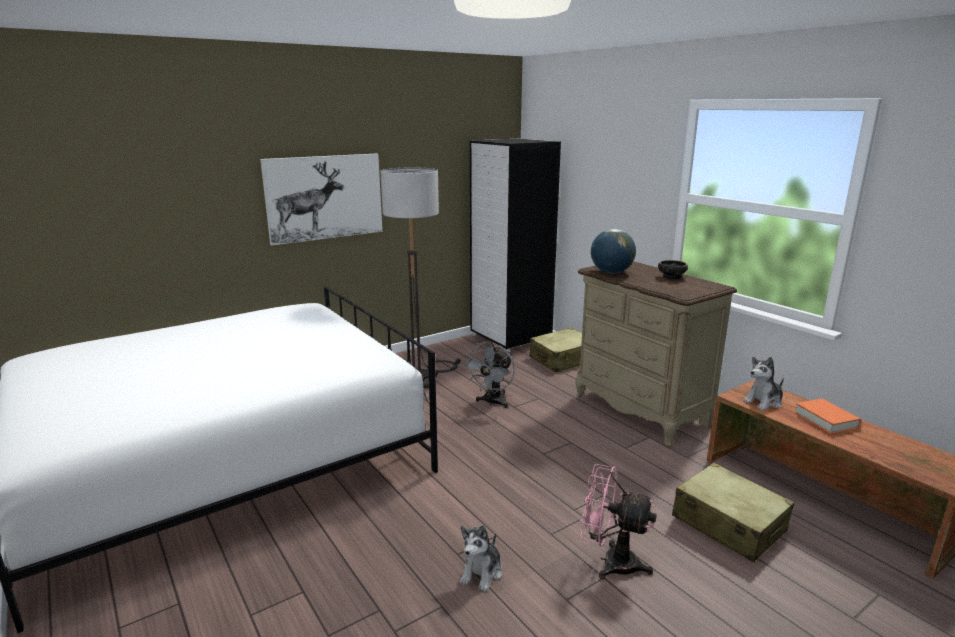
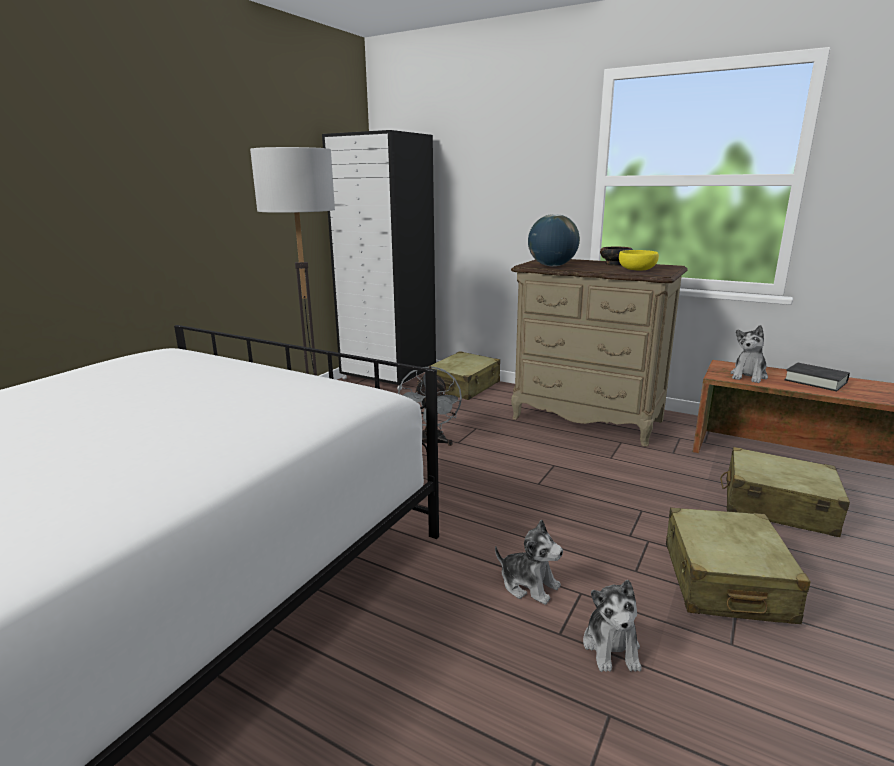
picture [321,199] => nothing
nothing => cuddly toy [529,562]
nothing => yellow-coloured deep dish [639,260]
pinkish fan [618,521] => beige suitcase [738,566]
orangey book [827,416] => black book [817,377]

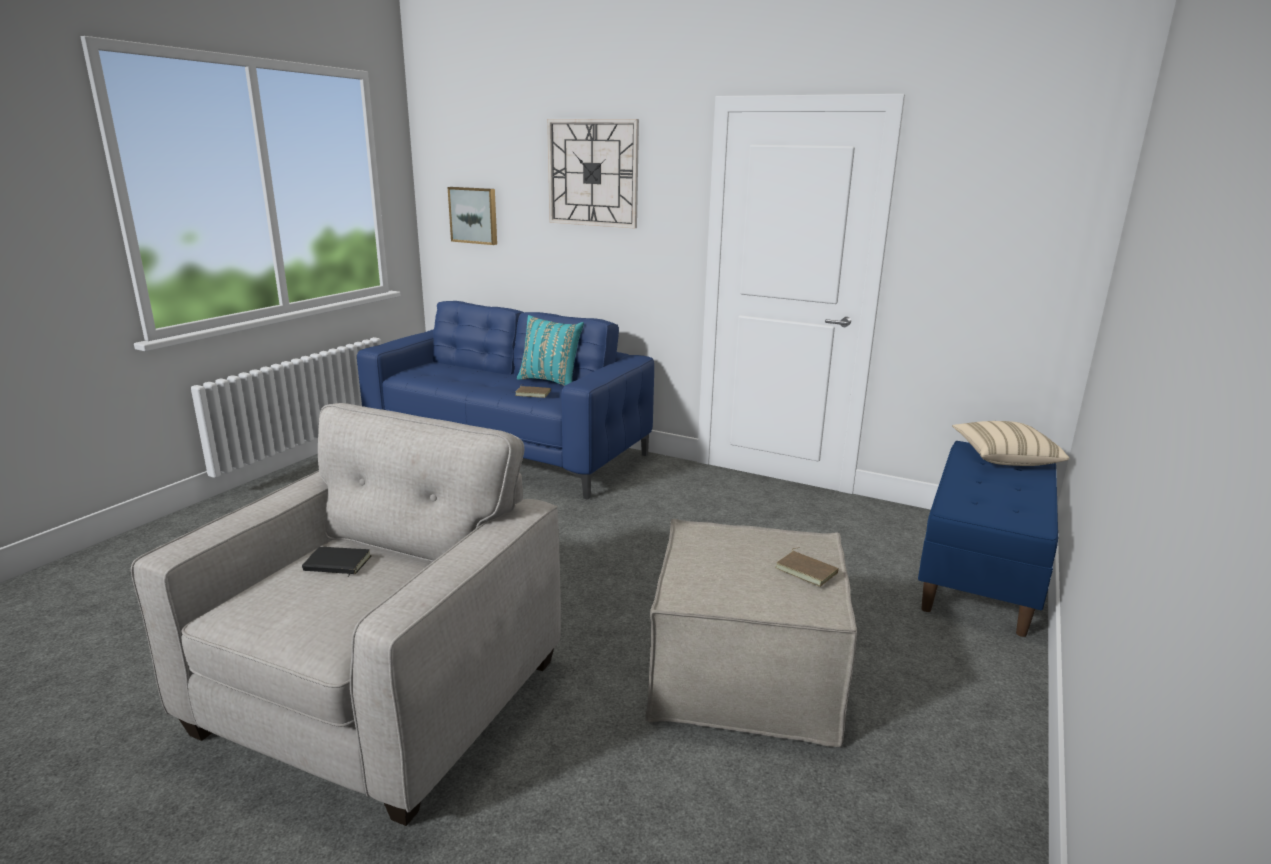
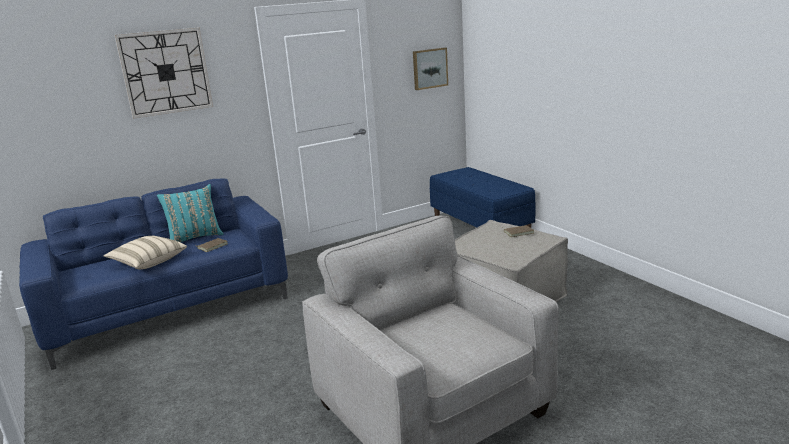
black book [336,562] => nothing
picture [472,216] => picture [430,68], move
beige cushion [1011,443] => beige cushion [145,252], move

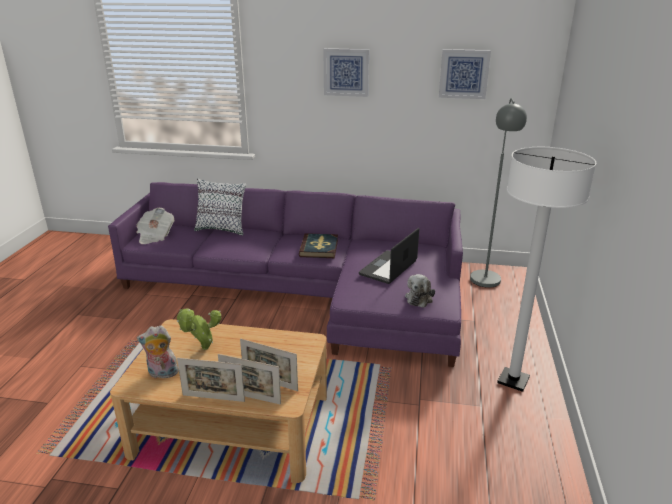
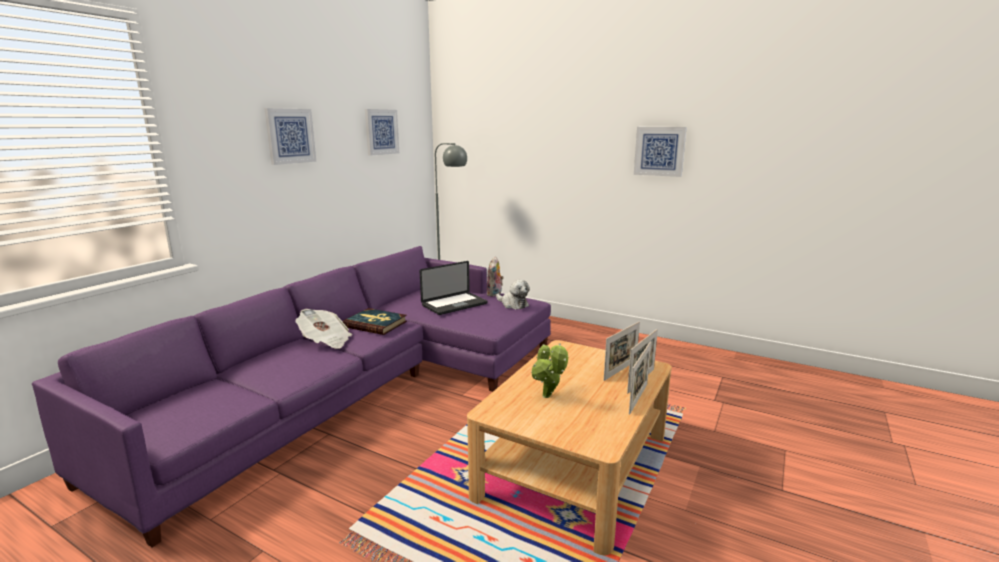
white cushion [220,207] => nothing
white floor lamp [546,269] => nothing
nothing => picture [660,152]
newspaper [155,226] => newspaper [323,329], move
cuddly toy [158,351] => cuddly toy [495,276], move
laptop [389,256] => laptop [453,288], 90 degrees counterclockwise

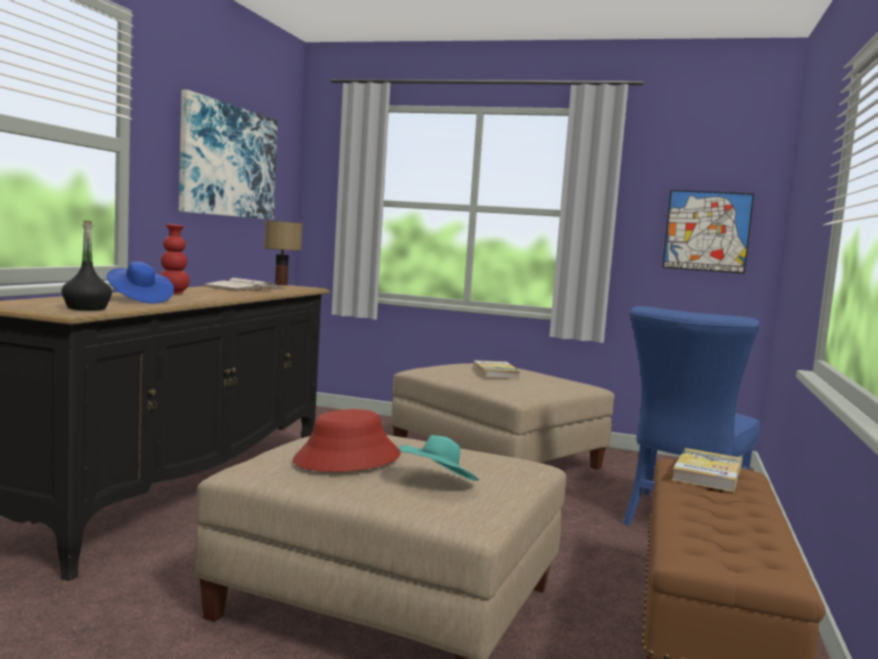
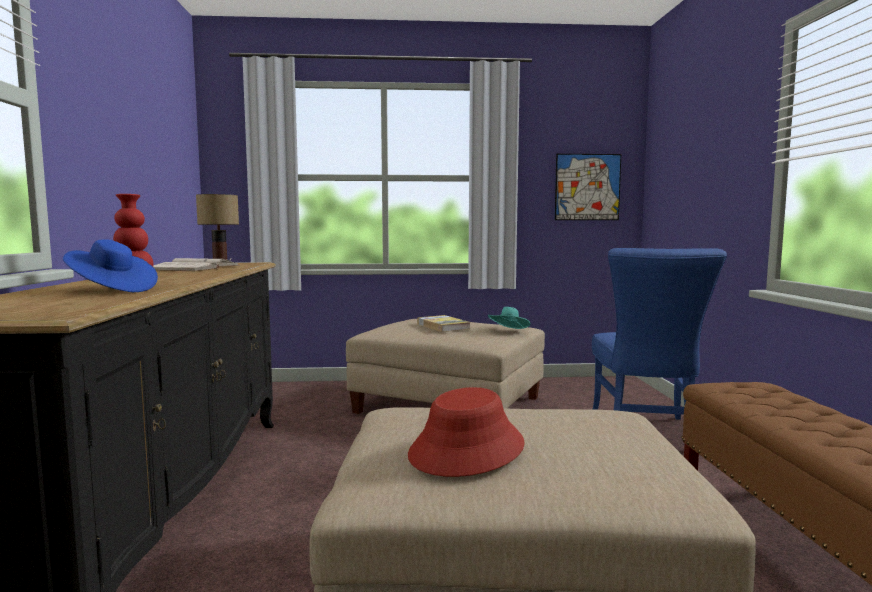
black bottle [86,265] => nothing
picture [228,154] => nothing
book [707,470] => nothing
turquoise clothing hat [439,458] => turquoise clothing hat [508,318], move

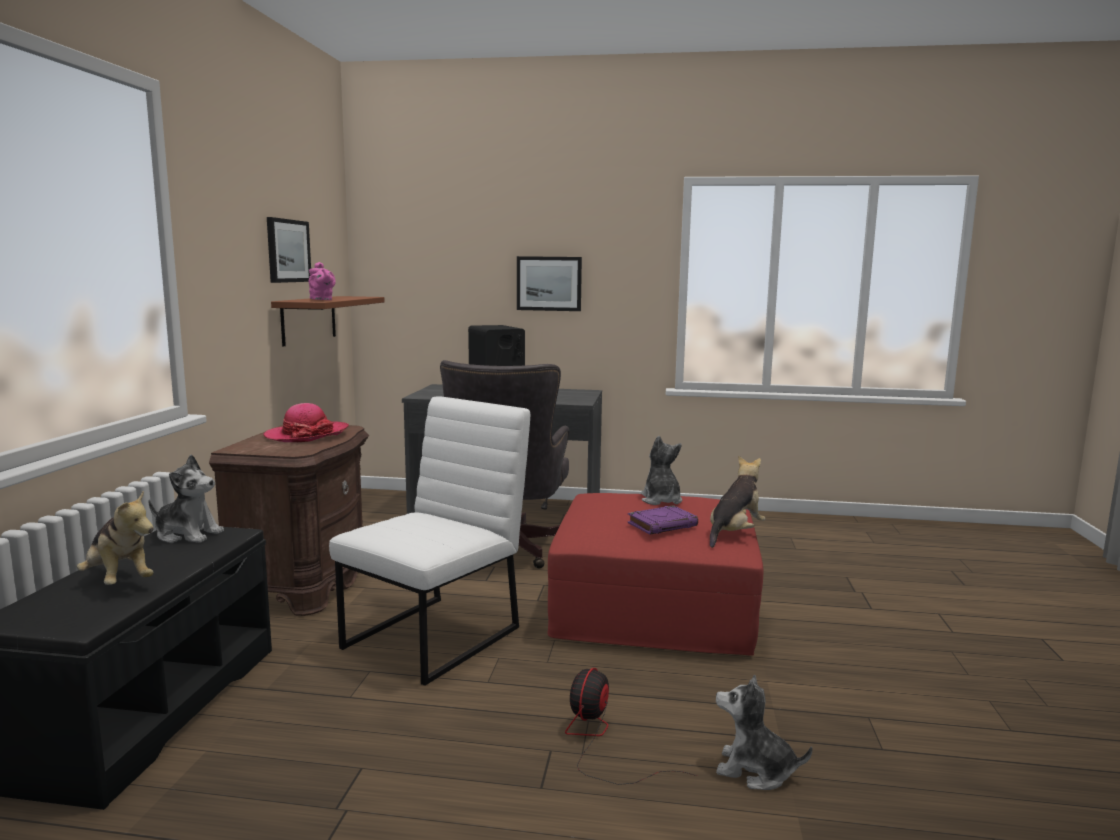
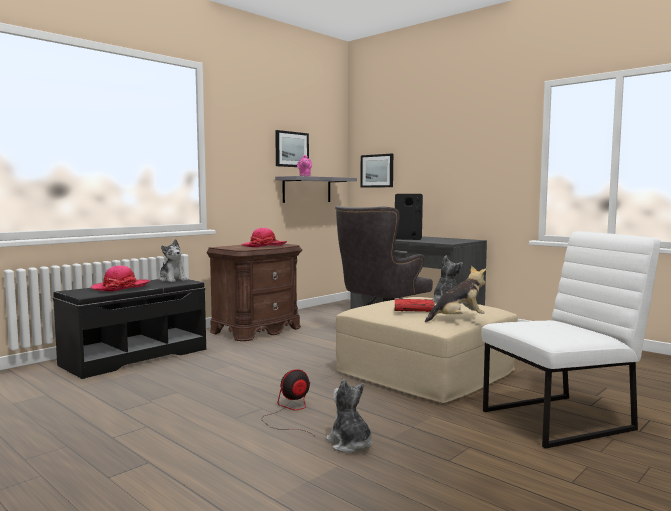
white upright chair [429,541] => white upright chair [571,340], move
picture [549,283] => picture [376,171], move
cuddly toy [115,538] => clothing hat [120,278]
brownish shelf [328,321] => greyish shelf [316,189]
red-coloured ottoman [655,574] => beige ottoman [427,350]
purplish book [663,520] => red-coloured book [415,305]

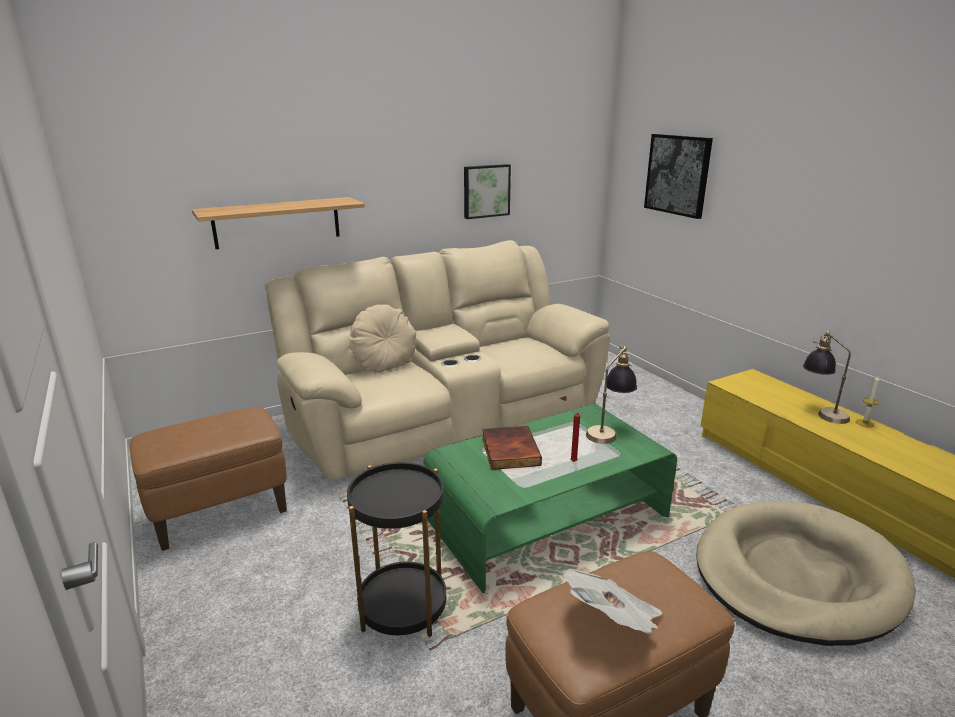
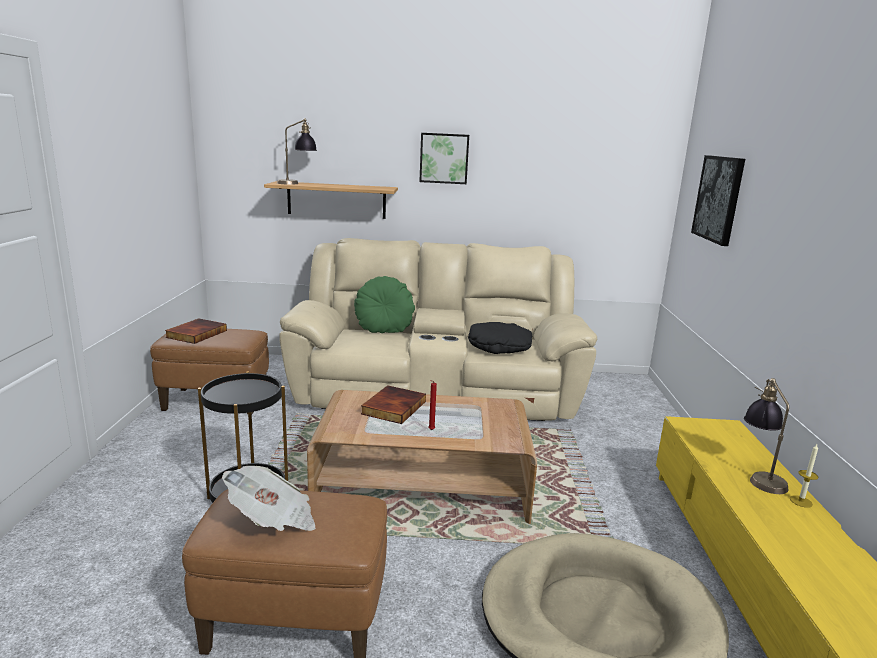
nothing => book [196,331]
nothing => black cushion [500,338]
picture [487,191] => picture [444,158], move
tabletop lamp [611,395] => tabletop lamp [297,151], move
beige cushion [382,339] => green-coloured cushion [384,304]
green-coloured low table [550,498] => brownish low table [422,457]

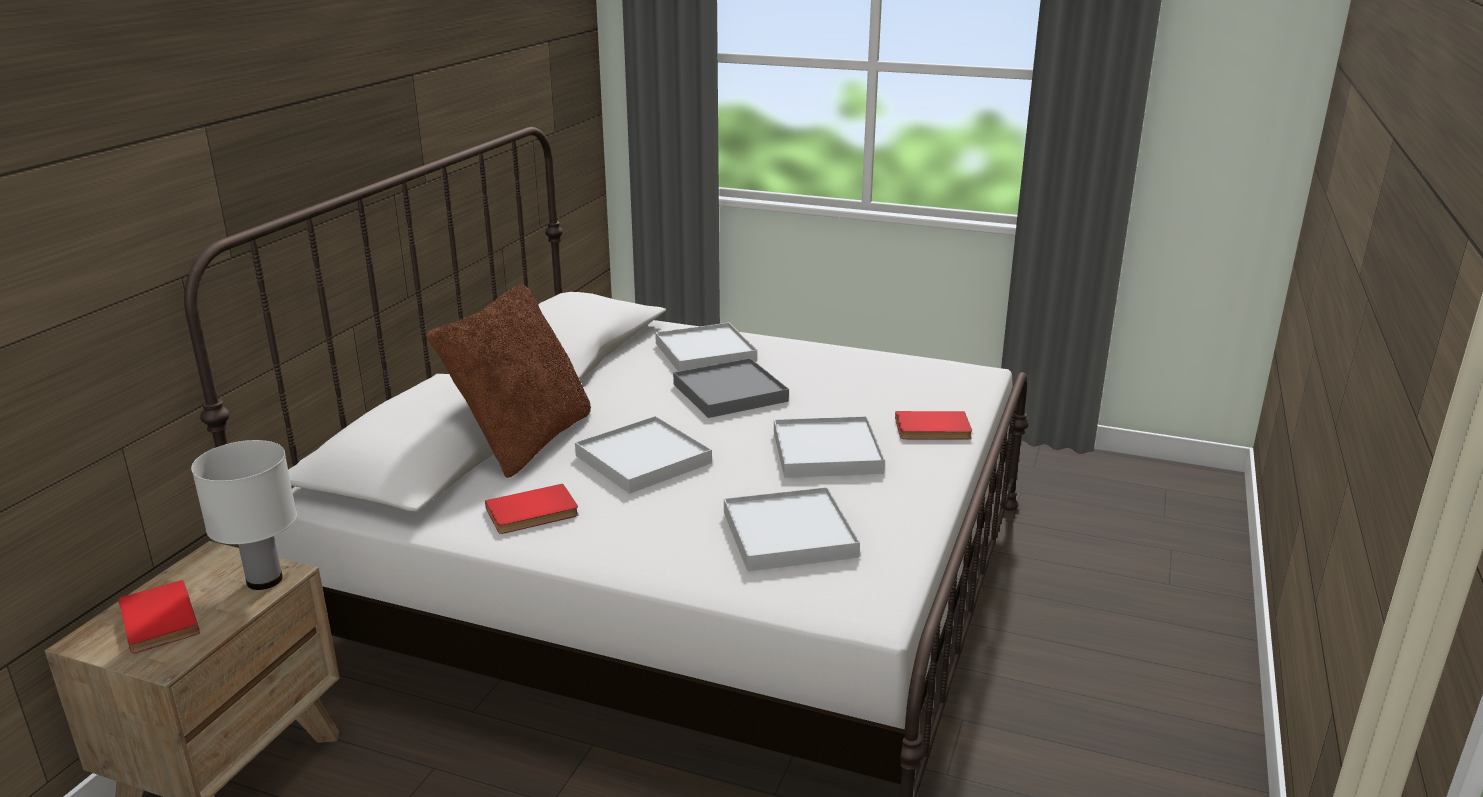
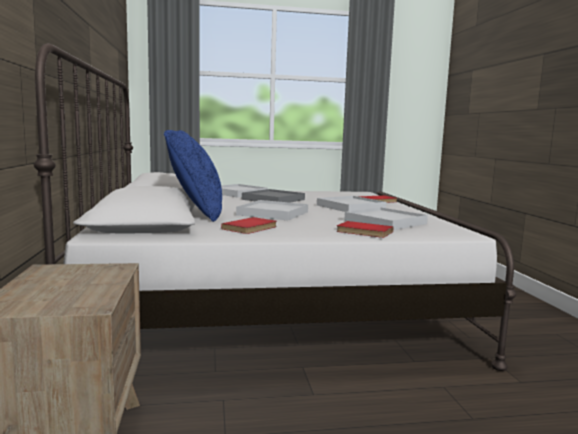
white tabletop lamp [244,515] => nothing
red-coloured book [159,617] => red-coloured book [365,229], move
brownish cushion [508,381] => bluish cushion [193,176]

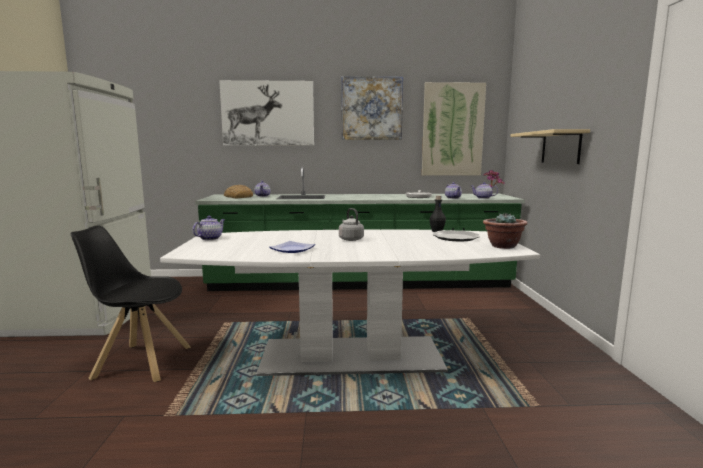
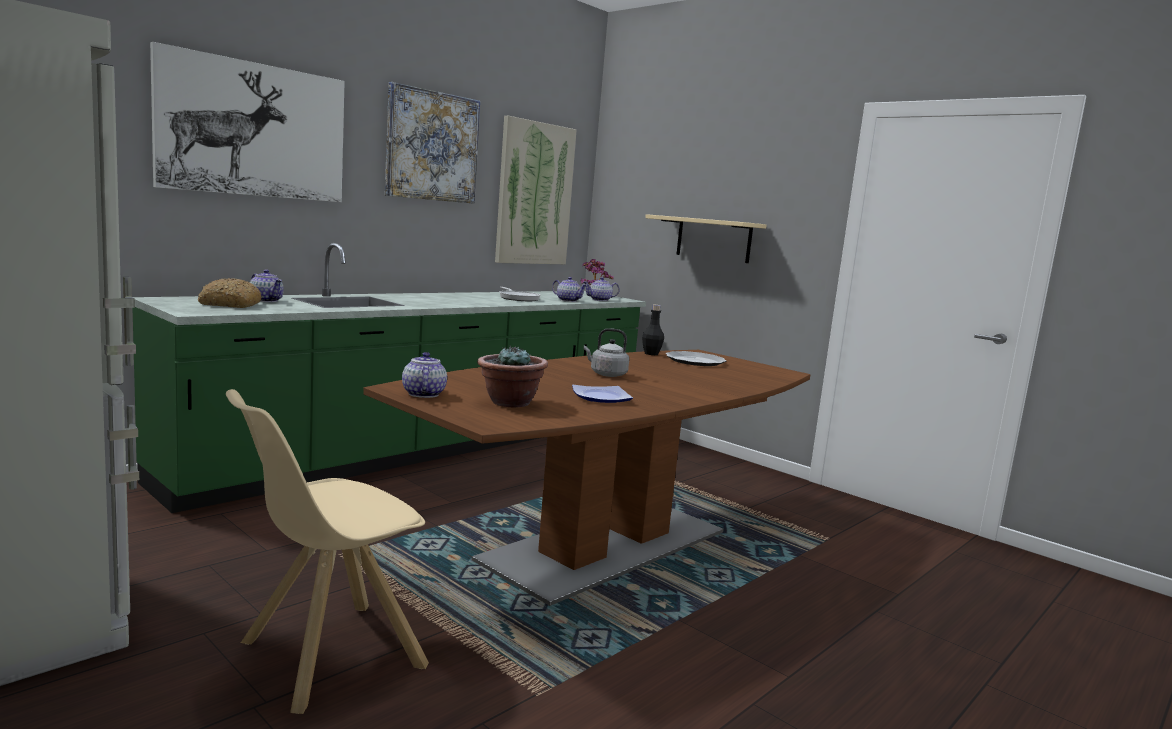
plant in a pot [505,231] => plant in a pot [512,376], move
black upright chair [130,304] => beige upright chair [327,551]
white kitchen table [350,302] => brownish kitchen table [586,478]

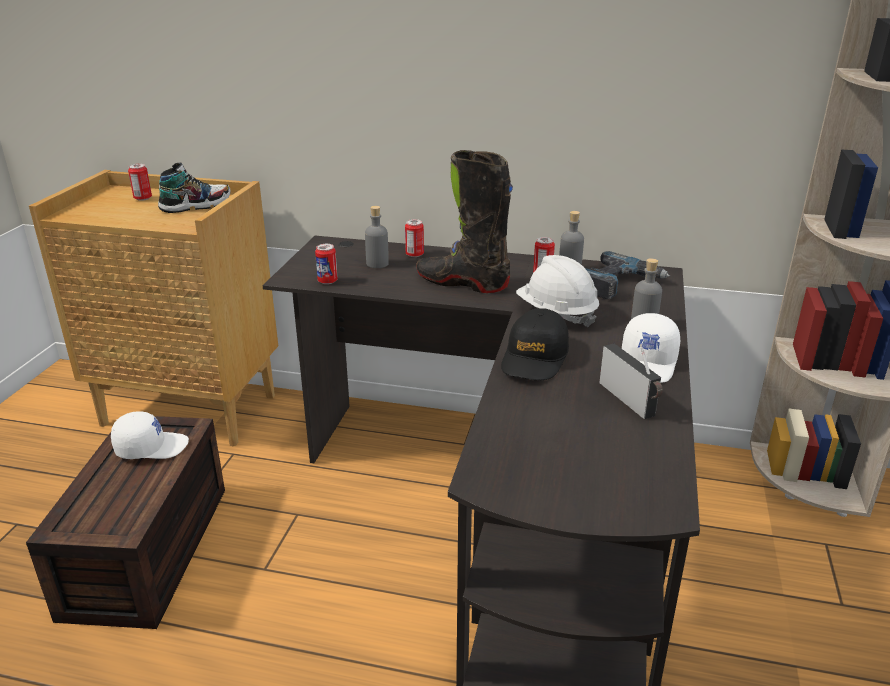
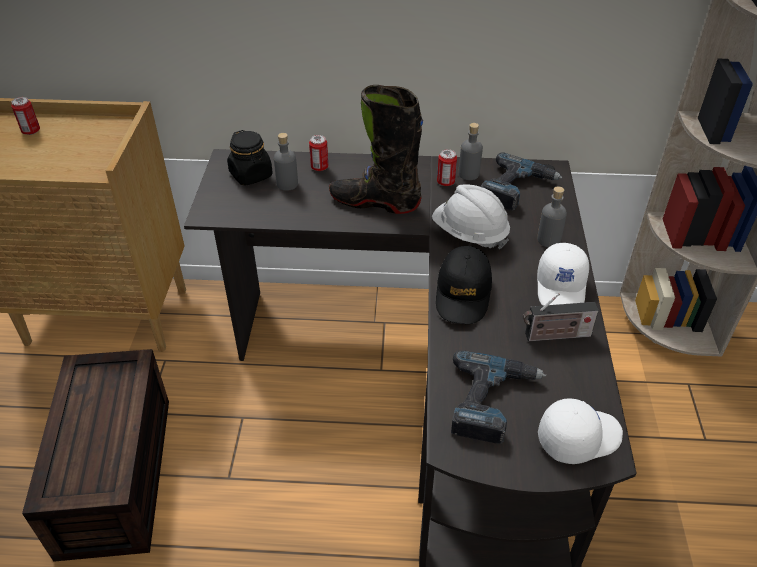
low shoe [194,187] => nothing
metal can [326,264] => nothing
nothing => black preserve jar [250,158]
nothing => electric drill [498,397]
white cap [150,435] => white cap [580,431], move
radio receiver [631,381] => radio receiver [561,317], 120 degrees clockwise

